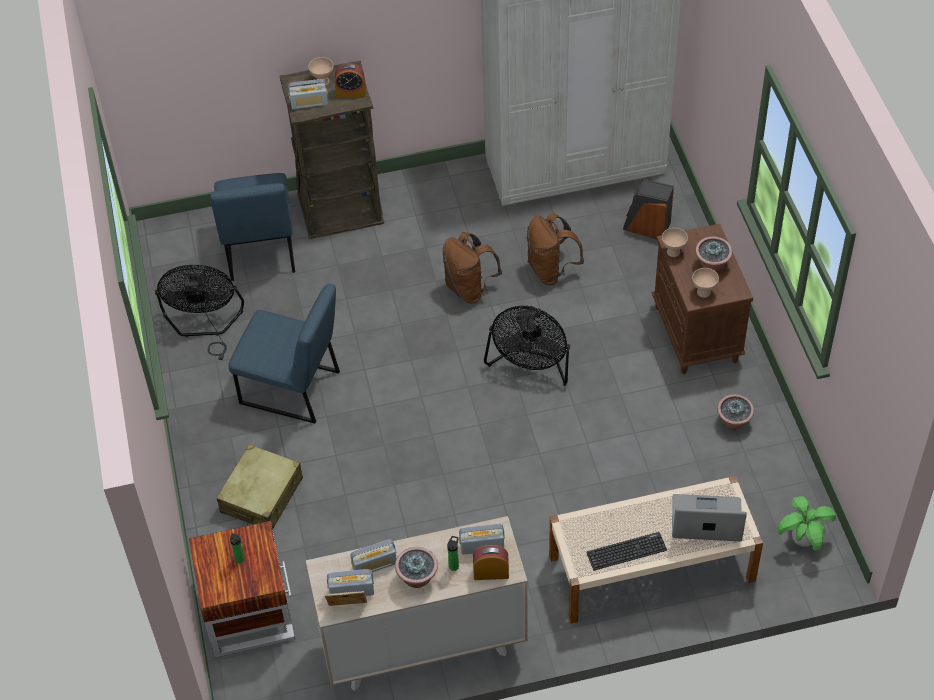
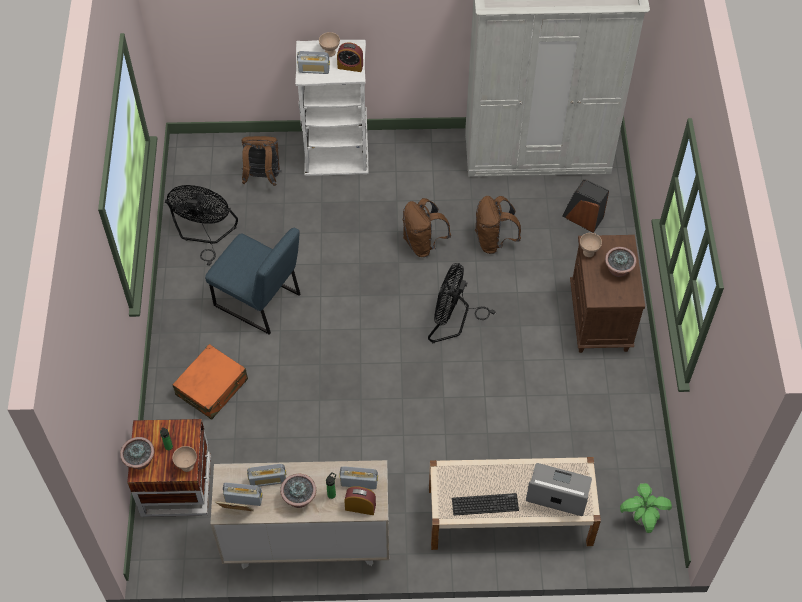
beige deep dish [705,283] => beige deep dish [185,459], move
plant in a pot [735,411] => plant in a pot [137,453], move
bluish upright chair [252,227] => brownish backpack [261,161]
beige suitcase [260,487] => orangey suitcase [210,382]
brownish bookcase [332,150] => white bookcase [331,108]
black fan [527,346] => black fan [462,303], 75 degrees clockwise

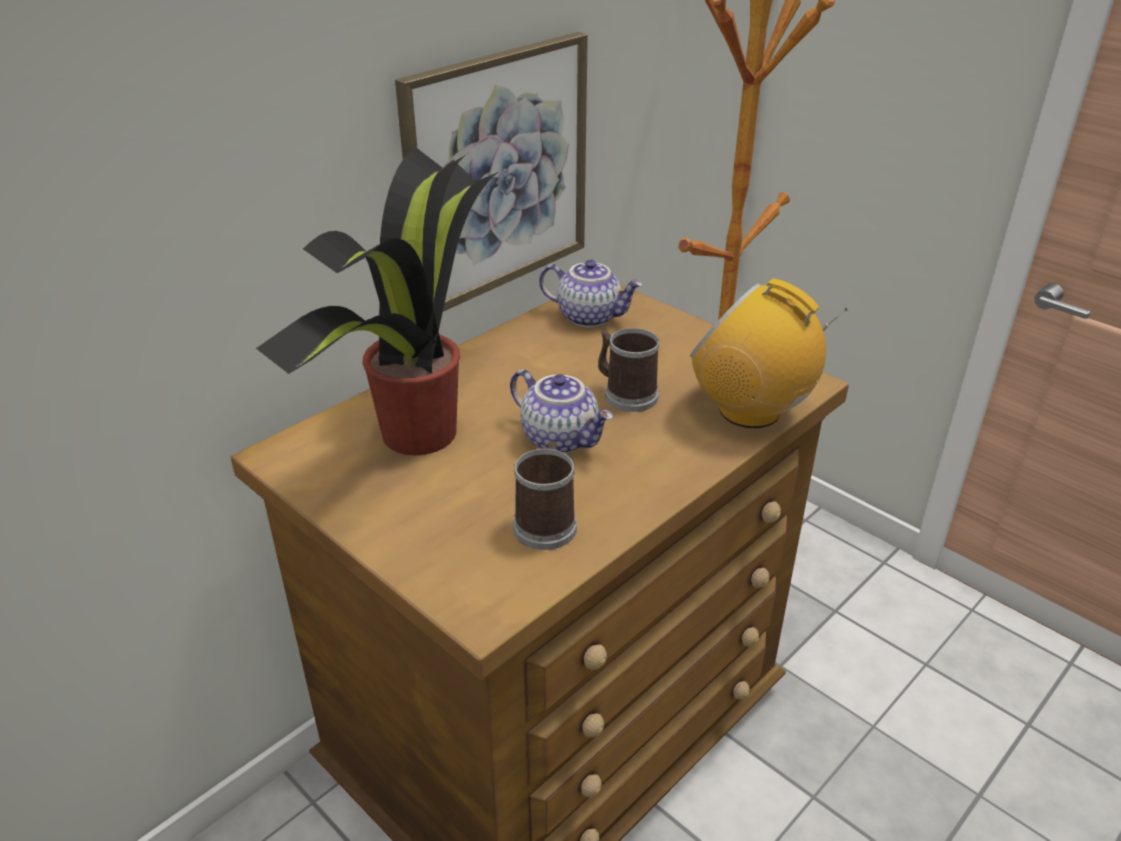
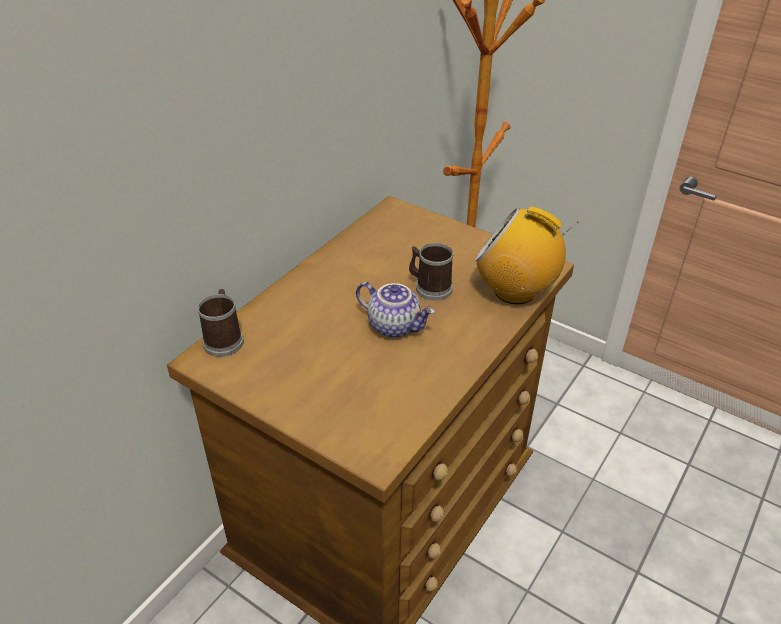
plant in a pot [377,301] => nothing
picture [491,171] => nothing
pot for tea [591,293] => nothing
mug [545,495] => mug [221,323], move

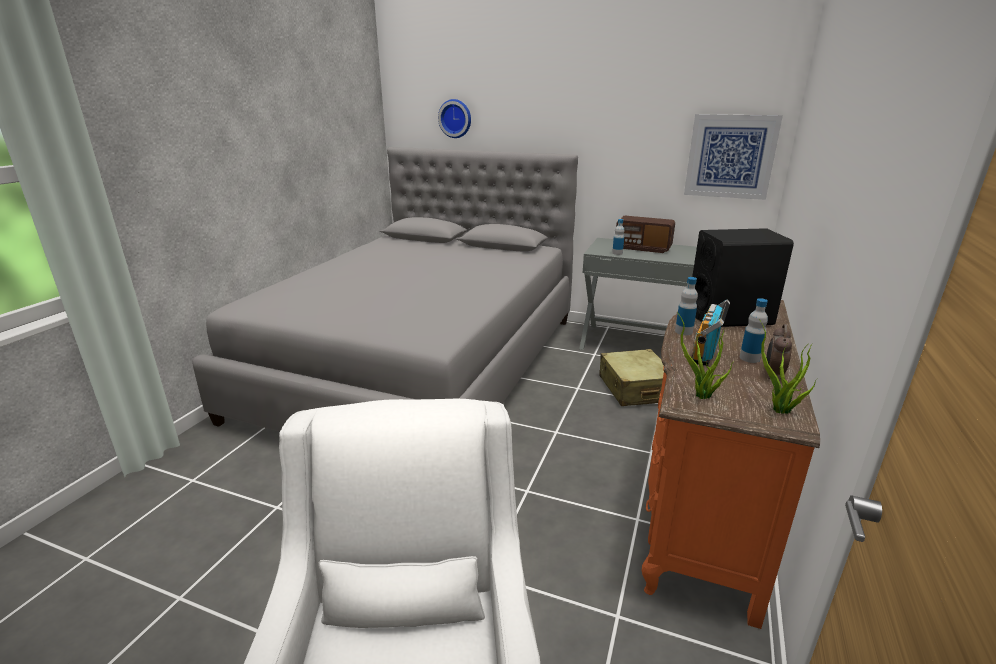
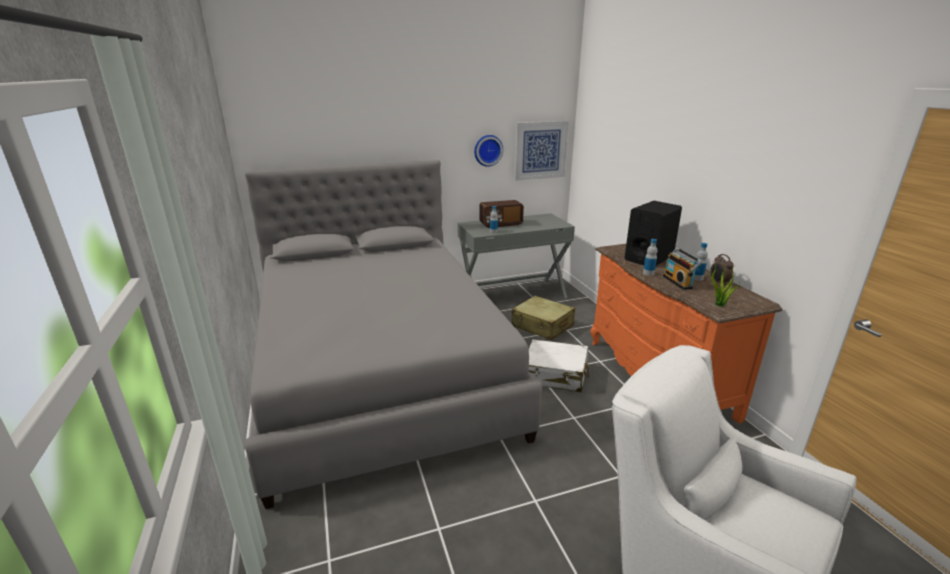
plant in a pot [788,366] => nothing
nothing => white suitcase [558,365]
hanging clock [454,118] => hanging clock [488,151], move

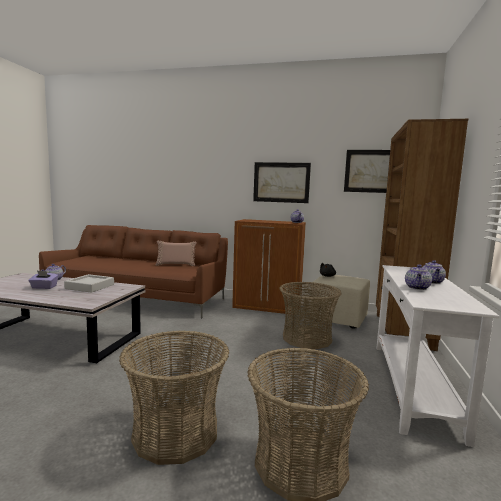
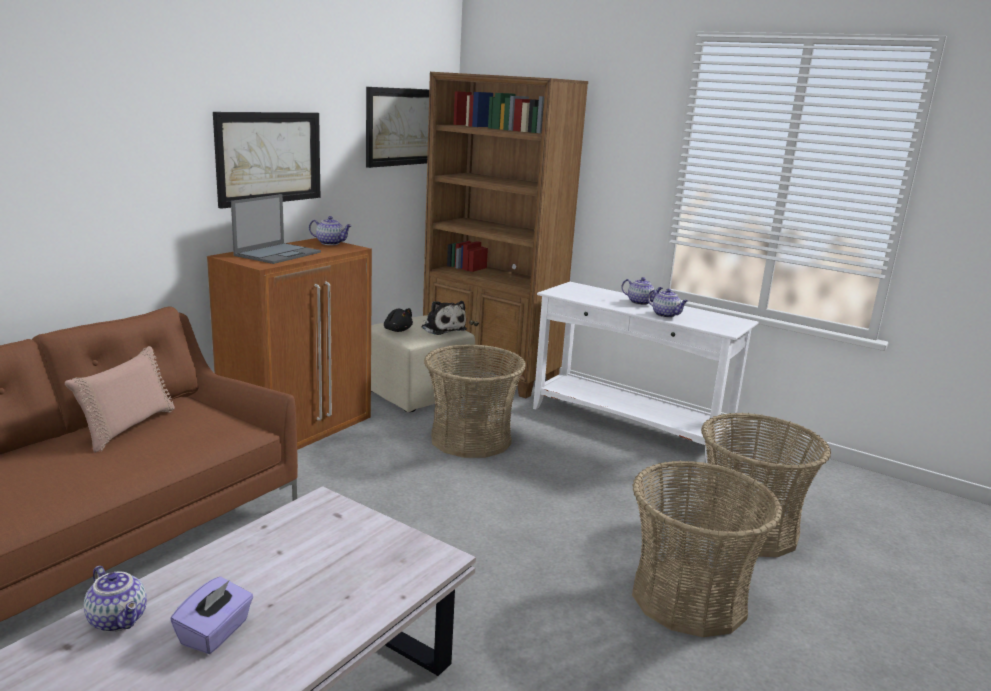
greyish tray [89,283] => nothing
nothing => laptop [276,229]
nothing => cuddly toy [444,318]

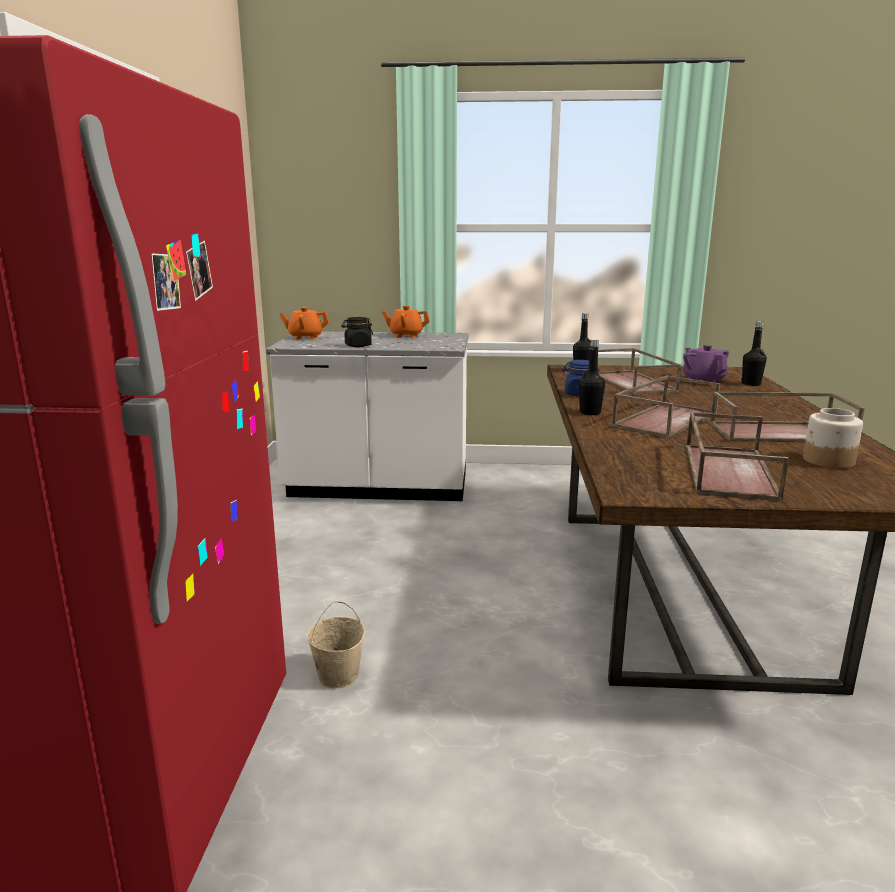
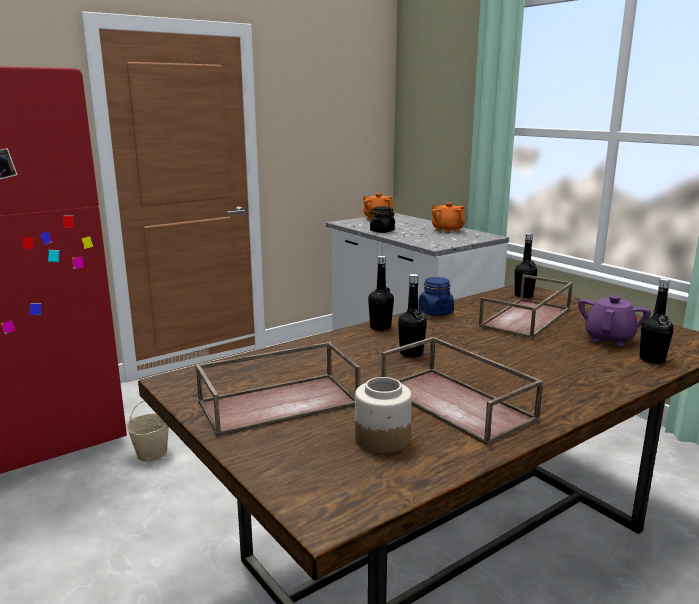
brownish tray [666,406] => black bottle [412,315]

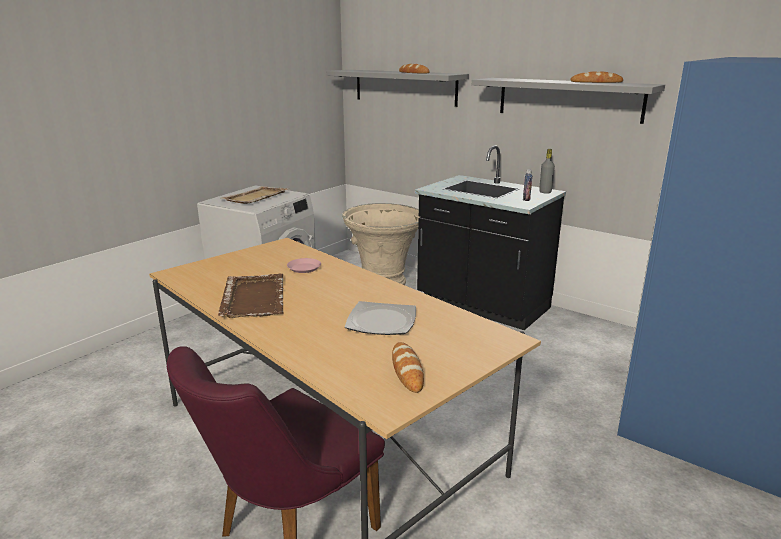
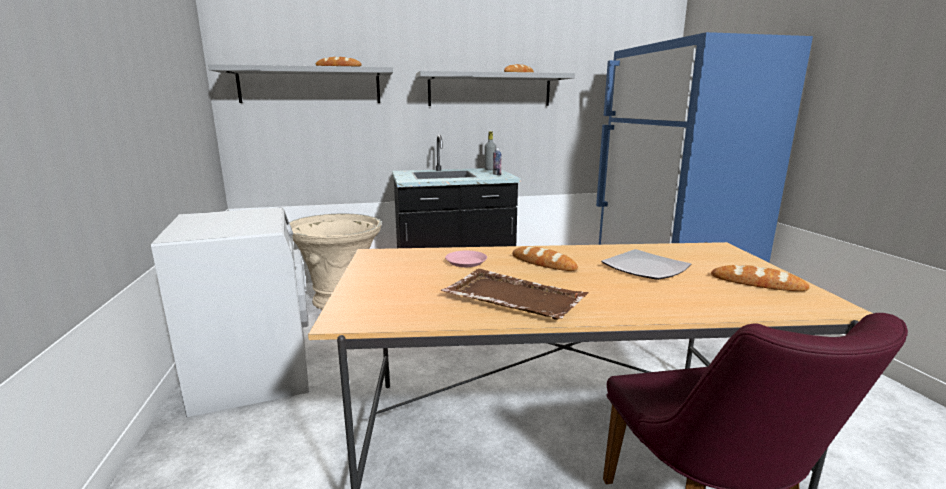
beige tray [255,195] => nothing
nothing => bread [545,258]

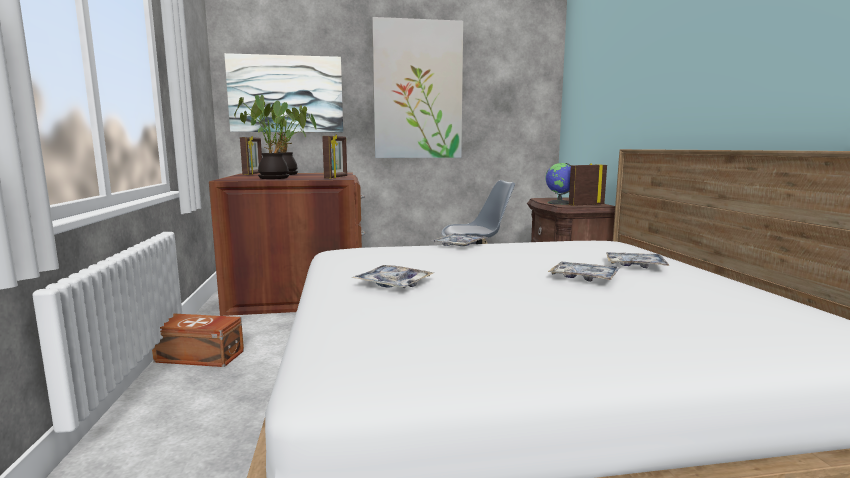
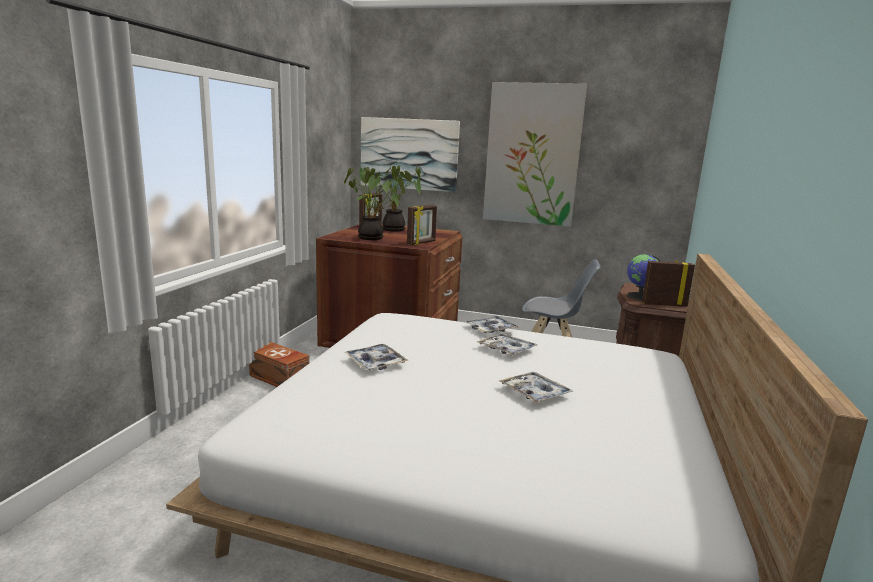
tray [637,260] => tray [507,344], move

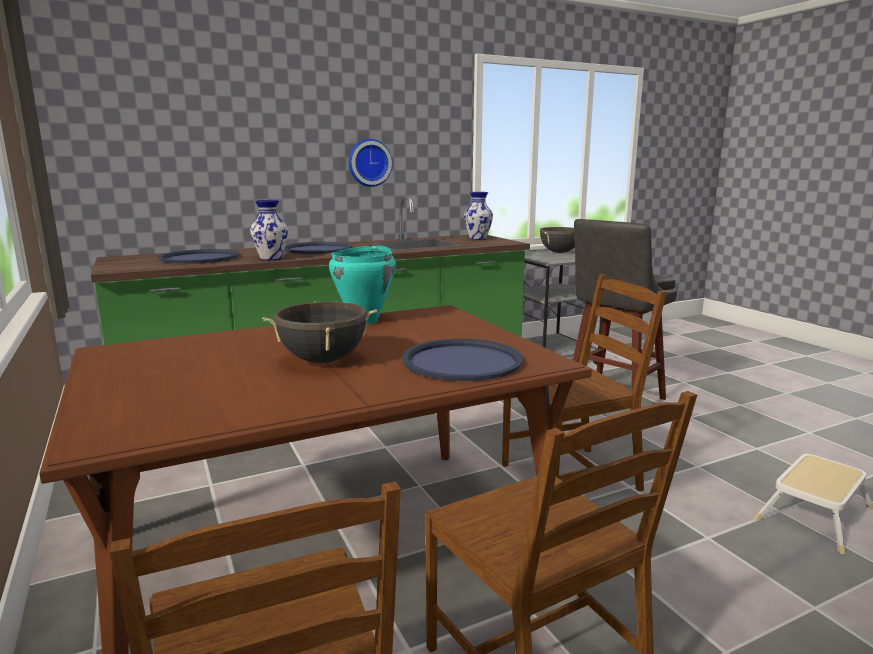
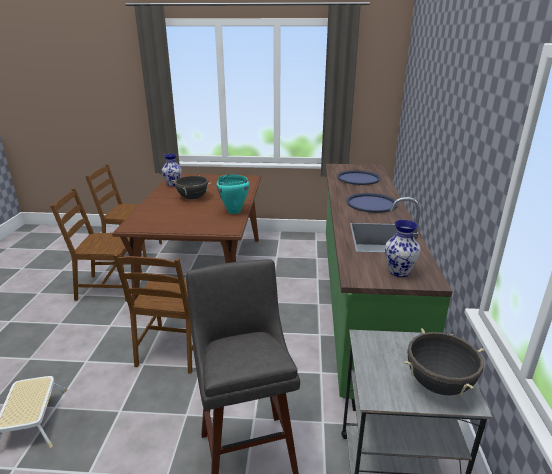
hanging clock [370,163] => nothing
bluish tray [462,360] => nothing
vase [269,230] => vase [172,170], move

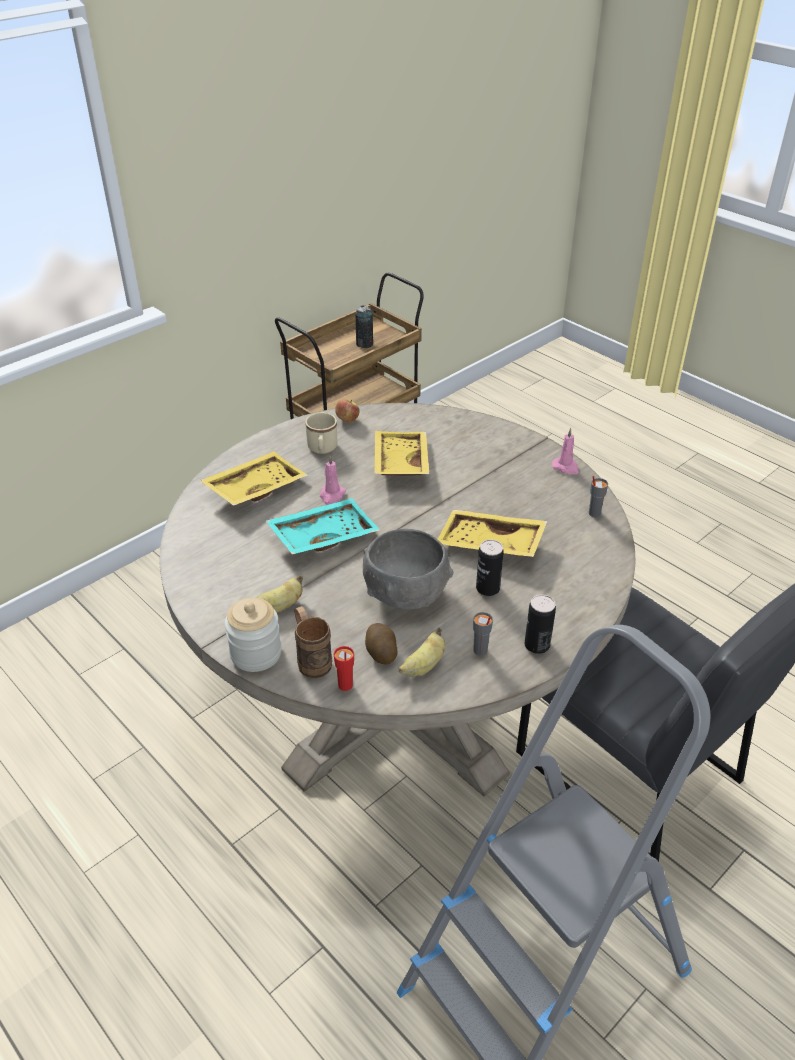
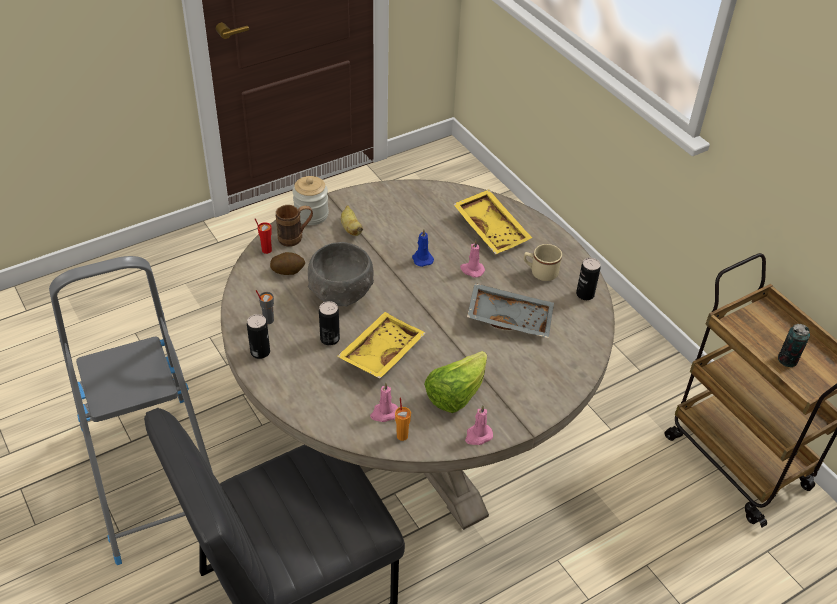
banana [422,652] => nothing
nothing => pinkish candle [384,402]
nothing => lettuce [455,382]
turquoise tray [323,526] => bluish candle [423,248]
apple [347,411] => metal can [588,279]
yellow-coloured tray [401,453] => greyish tray [510,310]
greyish small cup [598,496] => orangey small cup [403,419]

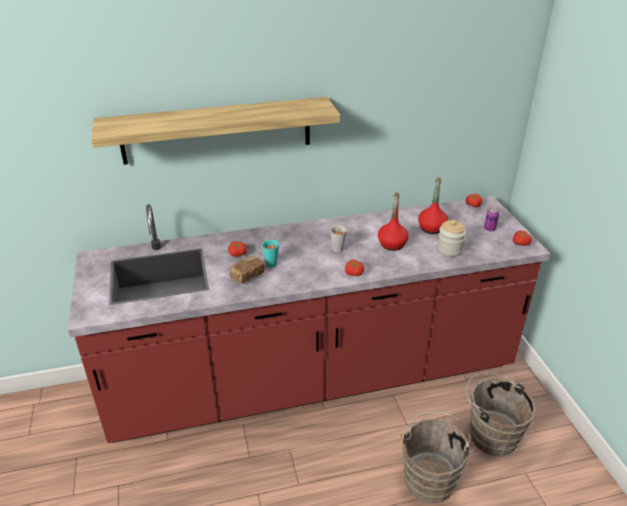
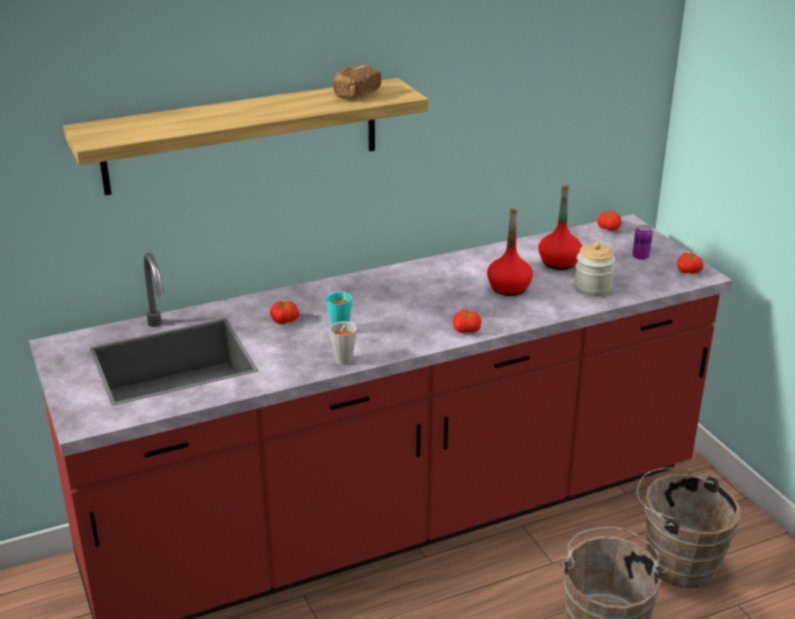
bread [247,269] => bread [357,81], move
greyish small cup [338,239] => greyish small cup [343,343], move

